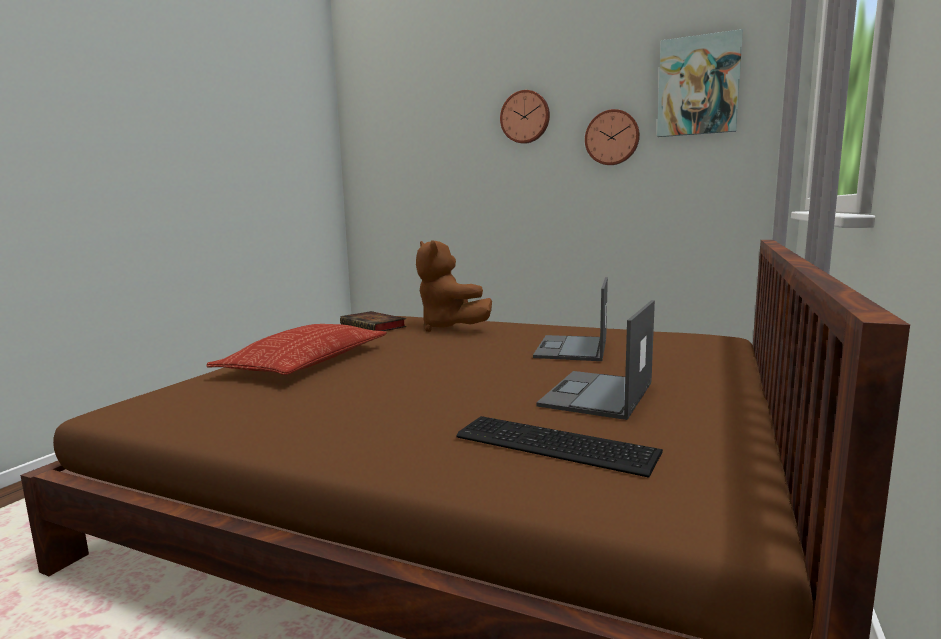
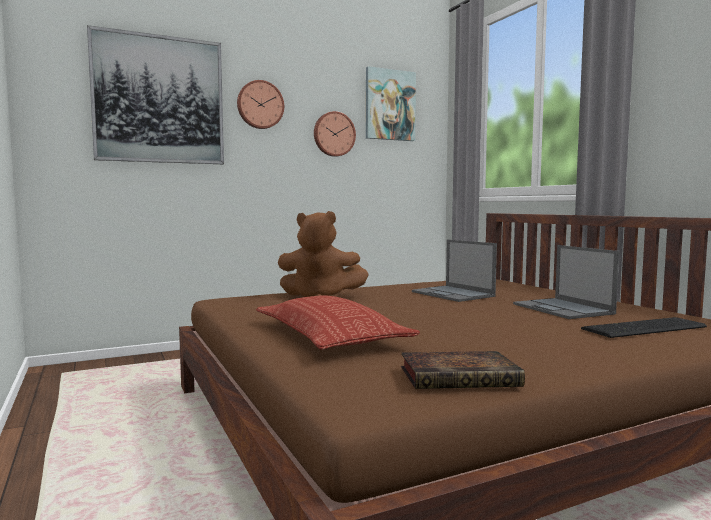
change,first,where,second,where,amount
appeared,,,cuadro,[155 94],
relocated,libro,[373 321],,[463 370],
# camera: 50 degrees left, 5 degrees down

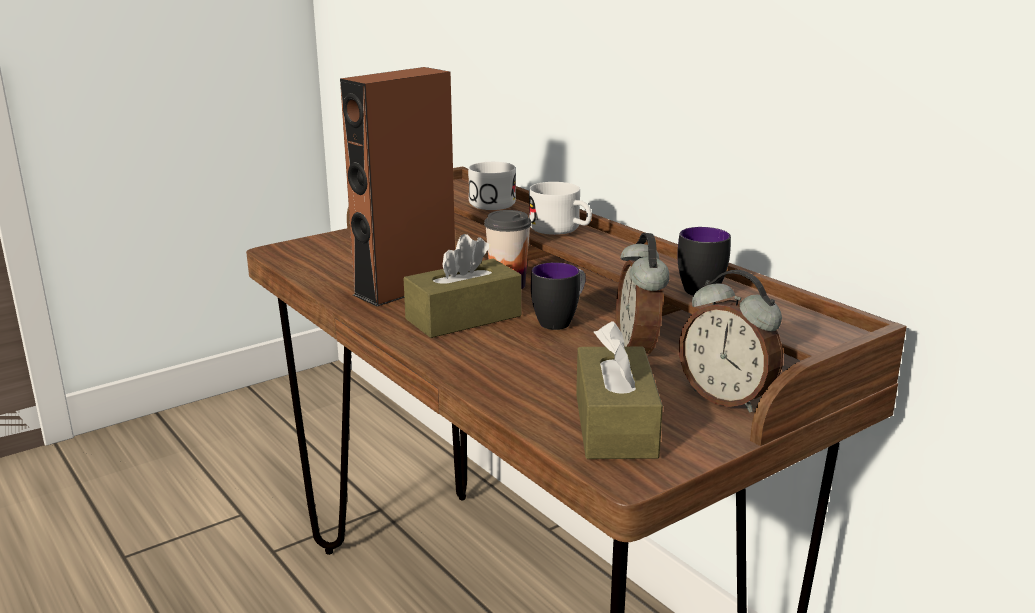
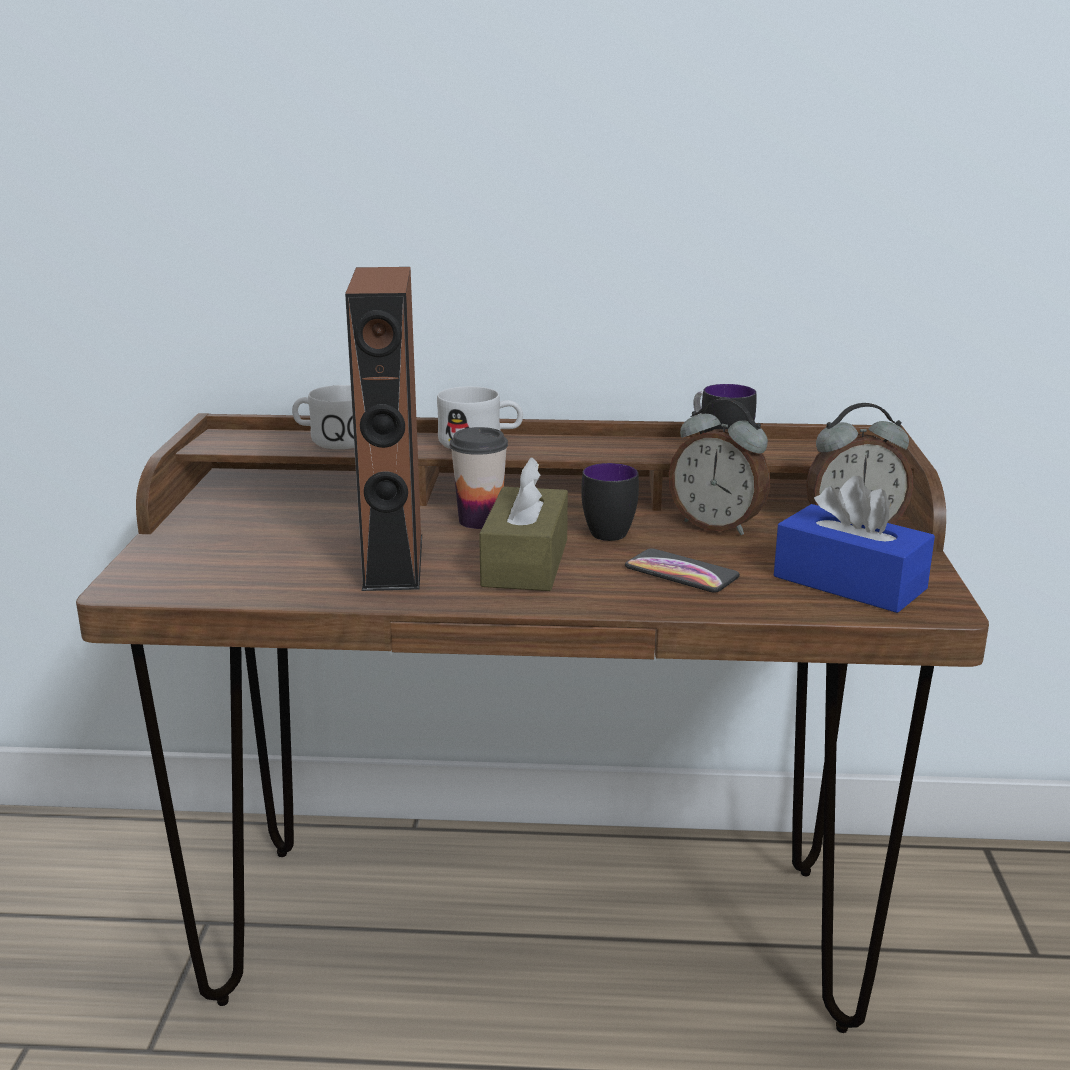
change,first,where,second,where,amount
appeared,,,móvil,[682 570],
colour,caja de pañuelos [marrón],[619 390],caja de pañuelos [azul],[854 544],
# camera: 50 degrees left, 0 degrees up

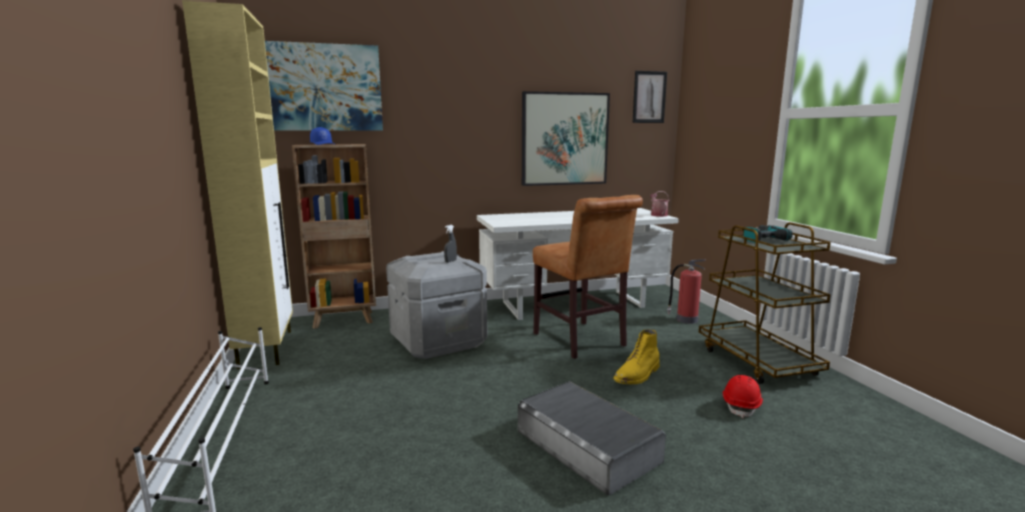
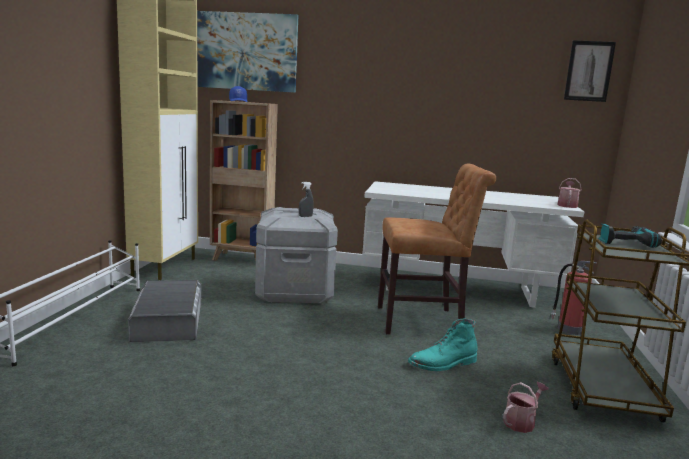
change,first,where,second,where,amount
relocated,caja de almacenaje [gris],[592 438],,[165 311],
spun,silla [marrón],[588 277],,[437 249],90 degrees counterclockwise
colour,bota [amarillo],[636 357],bota [turquesa],[442 345],
exchanged,casco [rojo],[743 396],regadera,[526 407],
missing,cuadro,[566 138],,,
# camera: 25 degrees right, 0 degrees up

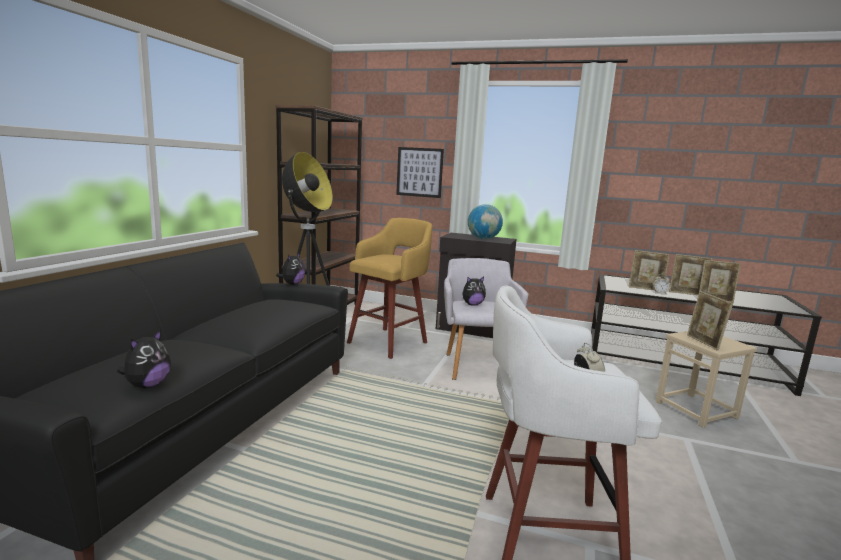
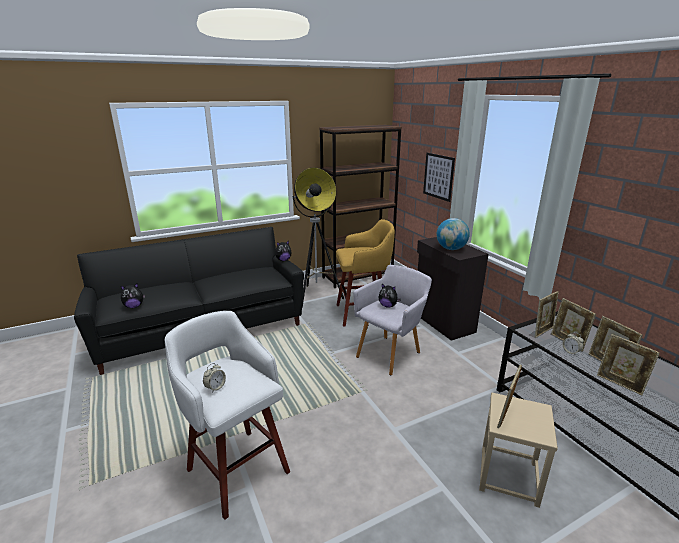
change,first,where,second,where,amount
appeared,,,portarretratos,[547 314],
# camera: 45 degrees right, 10 degrees up

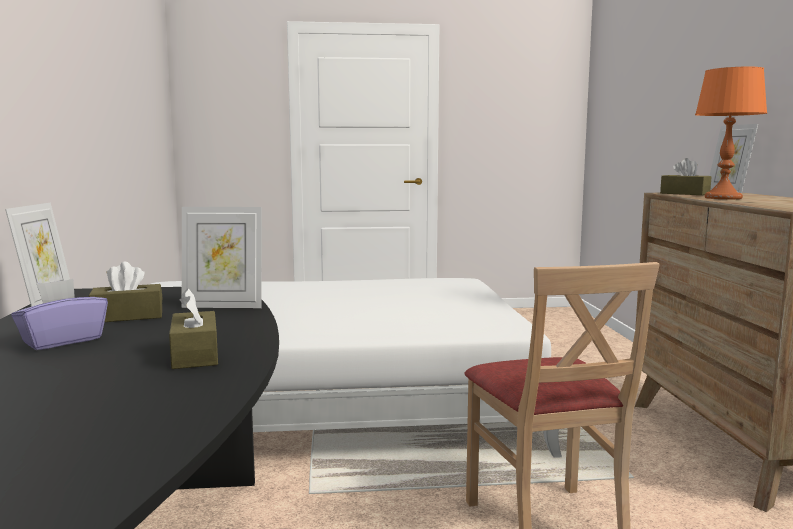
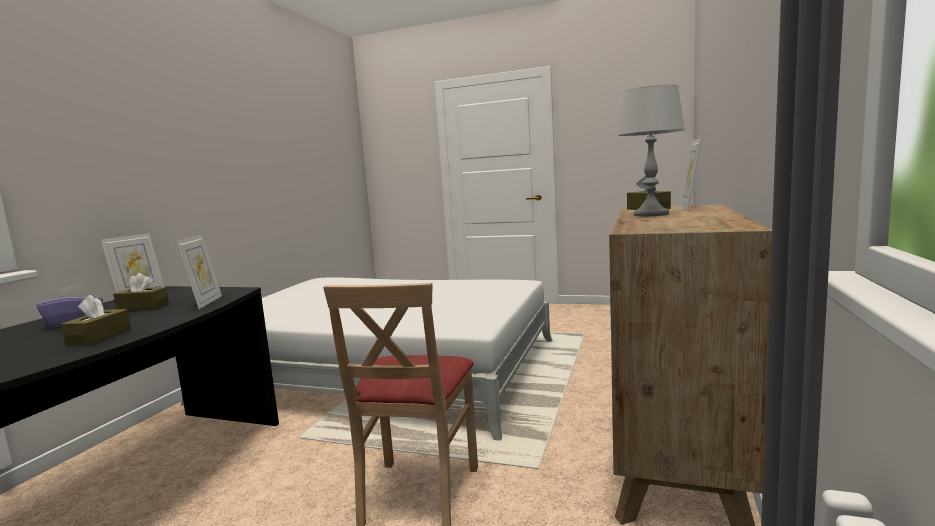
change,first,where,second,where,amount
spun,portarretratos,[222 257],,[198 271],120 degrees counterclockwise
colour,lámpara de mesa [naranja],[731 133],lámpara de mesa [gris],[651 150],
# camera: 25 degrees right, 0 degrees up

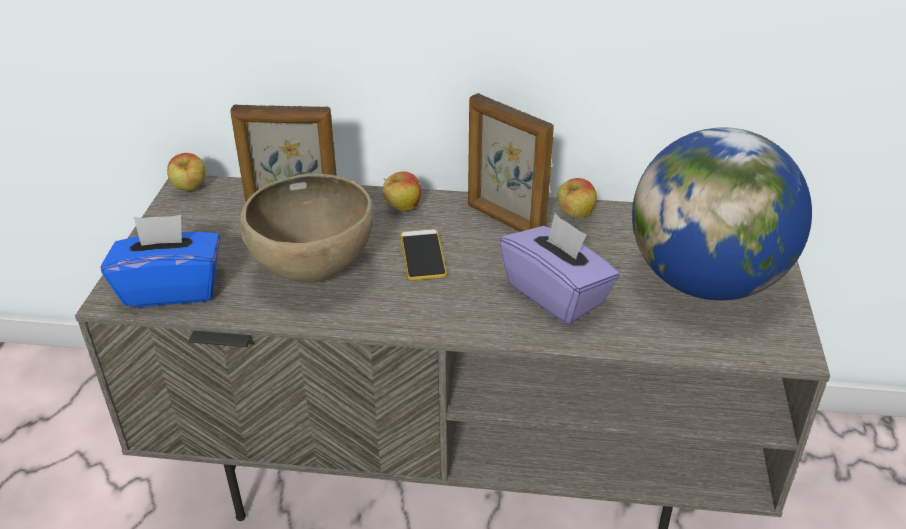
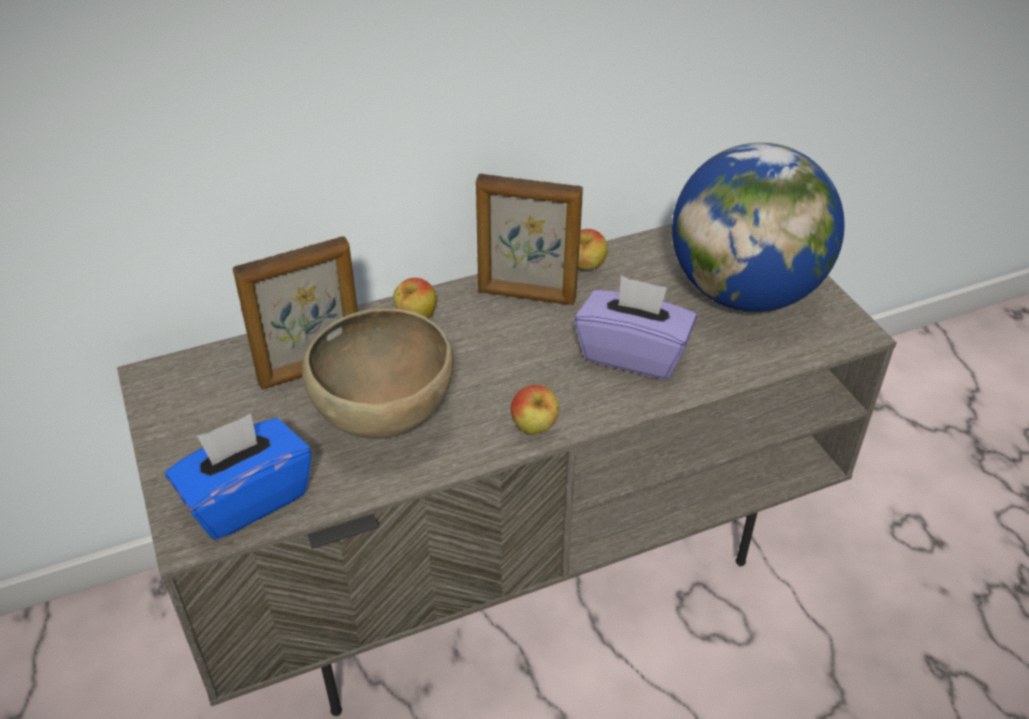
change,first,where,second,where,amount
relocated,manzana,[186 172],,[535 409],
missing,móvil,[423 254],,,
# camera: 30 degrees left, 5 degrees up

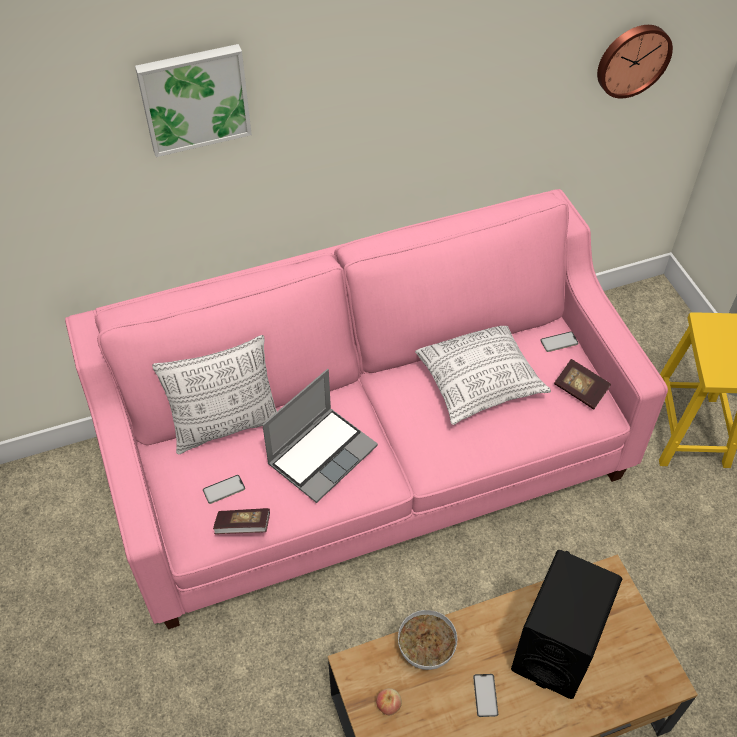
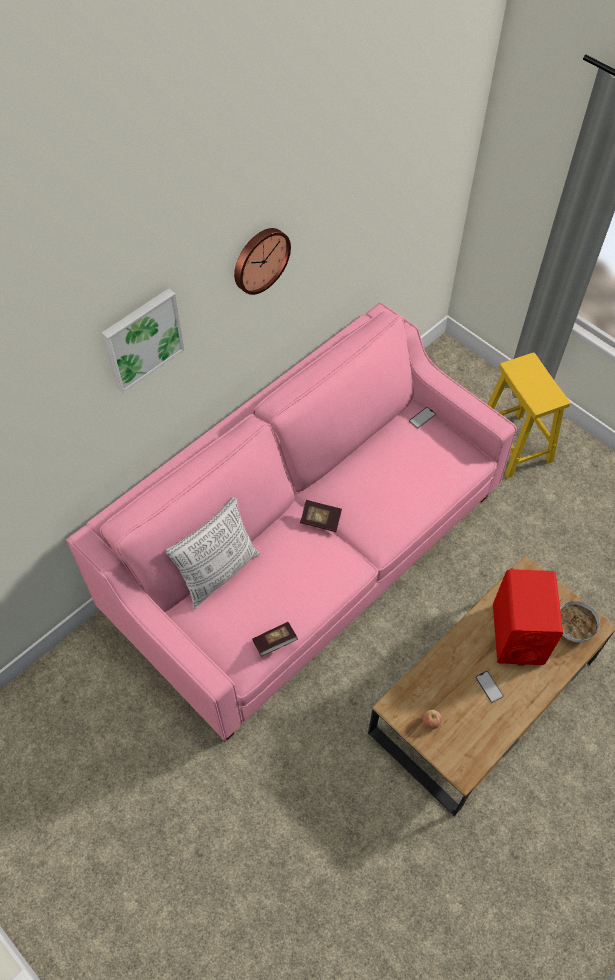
change,first,where,second,where,amount
relocated,reloj de pared,[635 62],,[262 261],
relocated,libro,[582 384],,[321 516],
colour,altavoz [negro],[566 624],altavoz [rojo],[528 617],
relocated,cuenco,[428 640],,[580 622],
missing,móvil,[224 489],,,
missing,portátil,[320 436],,,
missing,cojín,[483 375],,,
# camera: 25 degrees left, 5 degrees up

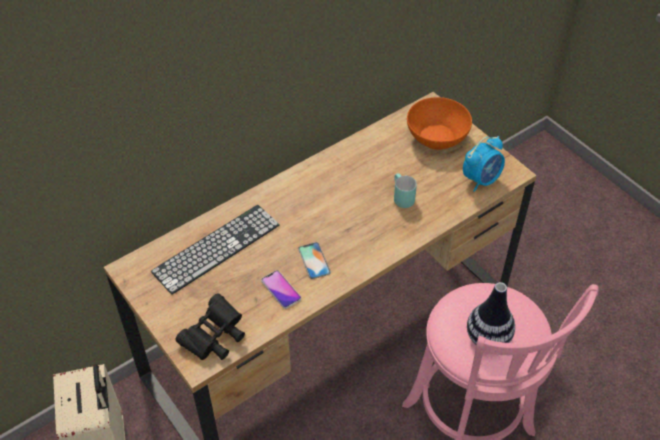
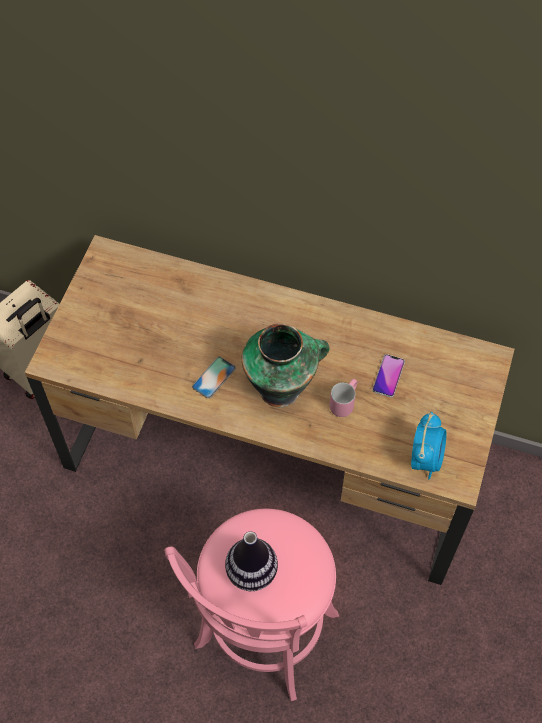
change,first,where,second,where,amount
appeared,,,florero,[285 365],
colour,taza grande [turquesa],[405 190],taza grande [rosa],[344 398],
relocated,móvil,[281 289],,[388 375],
spun,despertador,[484 164],,[428 445],90 degrees counterclockwise
missing,teclado,[215 250],,,
missing,prismáticos [negro],[210 326],,,
missing,cuenco [naranja],[439 123],,,
# camera: 55 degrees right, 10 degrees up

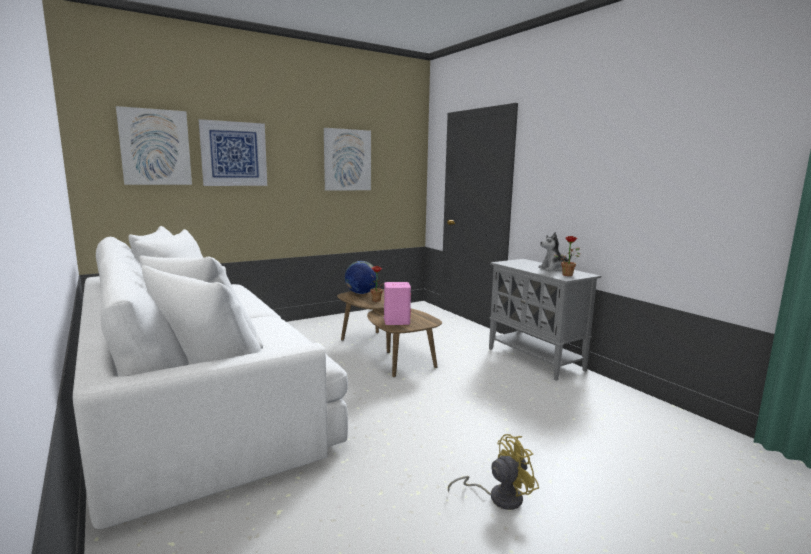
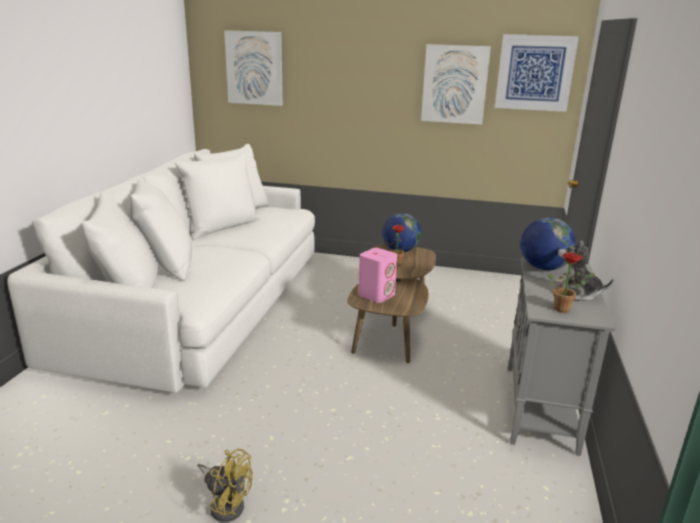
change,first,where,second,where,amount
relocated,cuadro,[233 152],,[537 73],
appeared,,,globo terráqueo,[548 244],
# camera: 45 degrees right, 10 degrees up

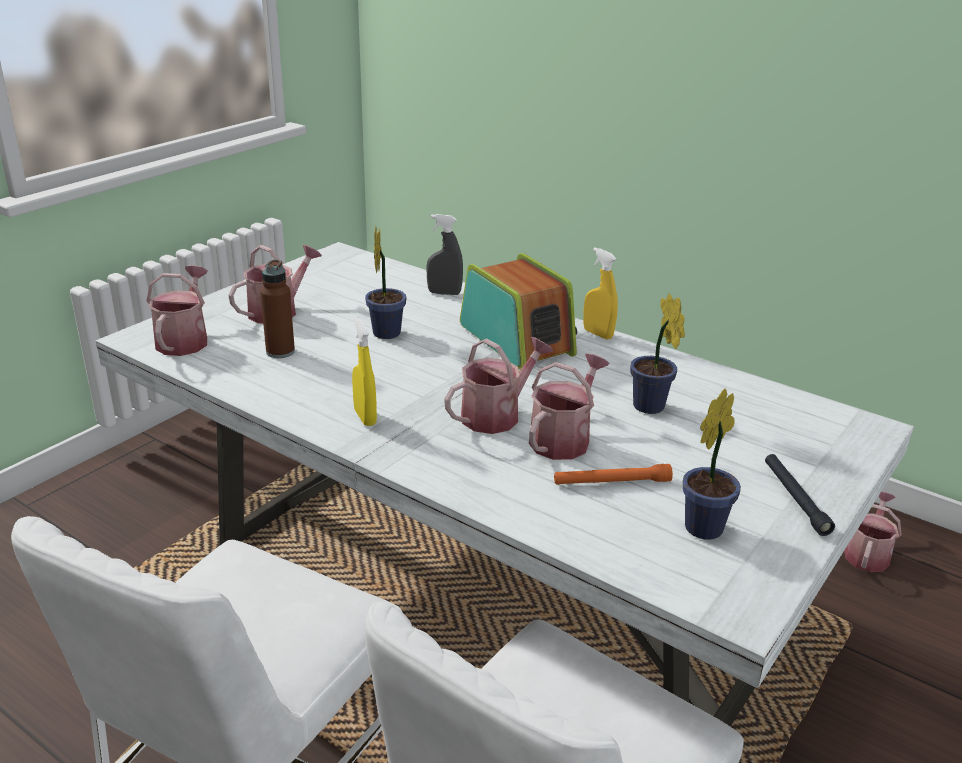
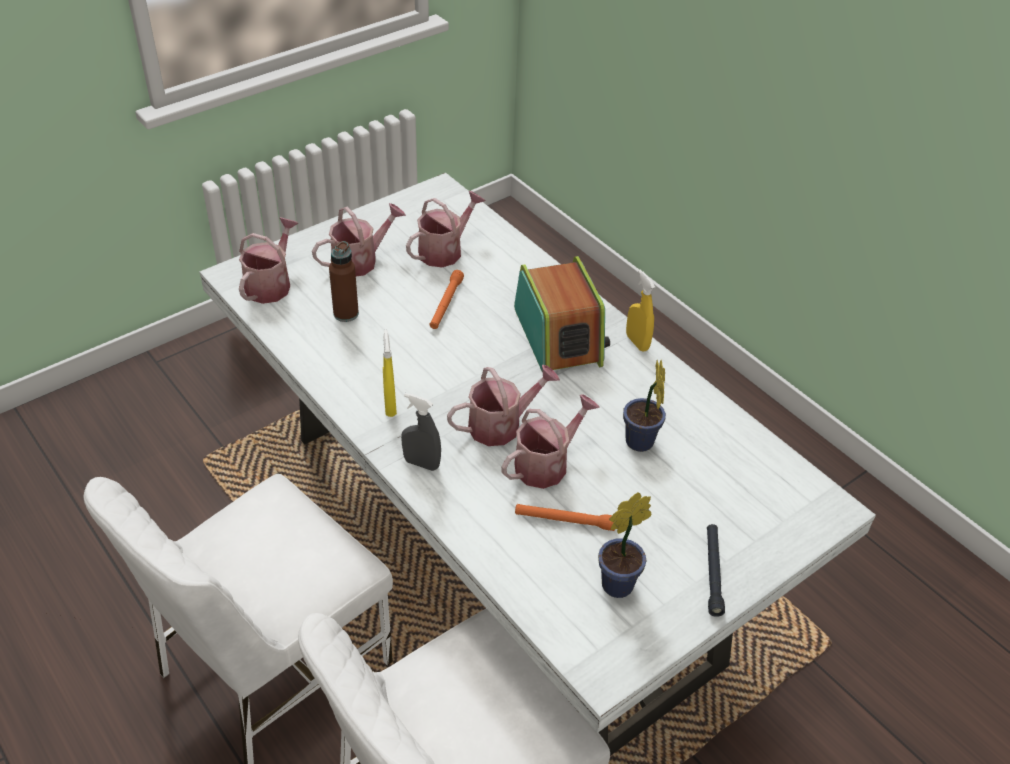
change,first,where,second,where,amount
relocated,pulverizador [gris],[444 254],,[421 432],
relocated,regadera,[873 531],,[446 229],
exchanged,planta en maceta,[386 282],linterna [naranja],[447 299],
# camera: 15 degrees right, 15 degrees up

